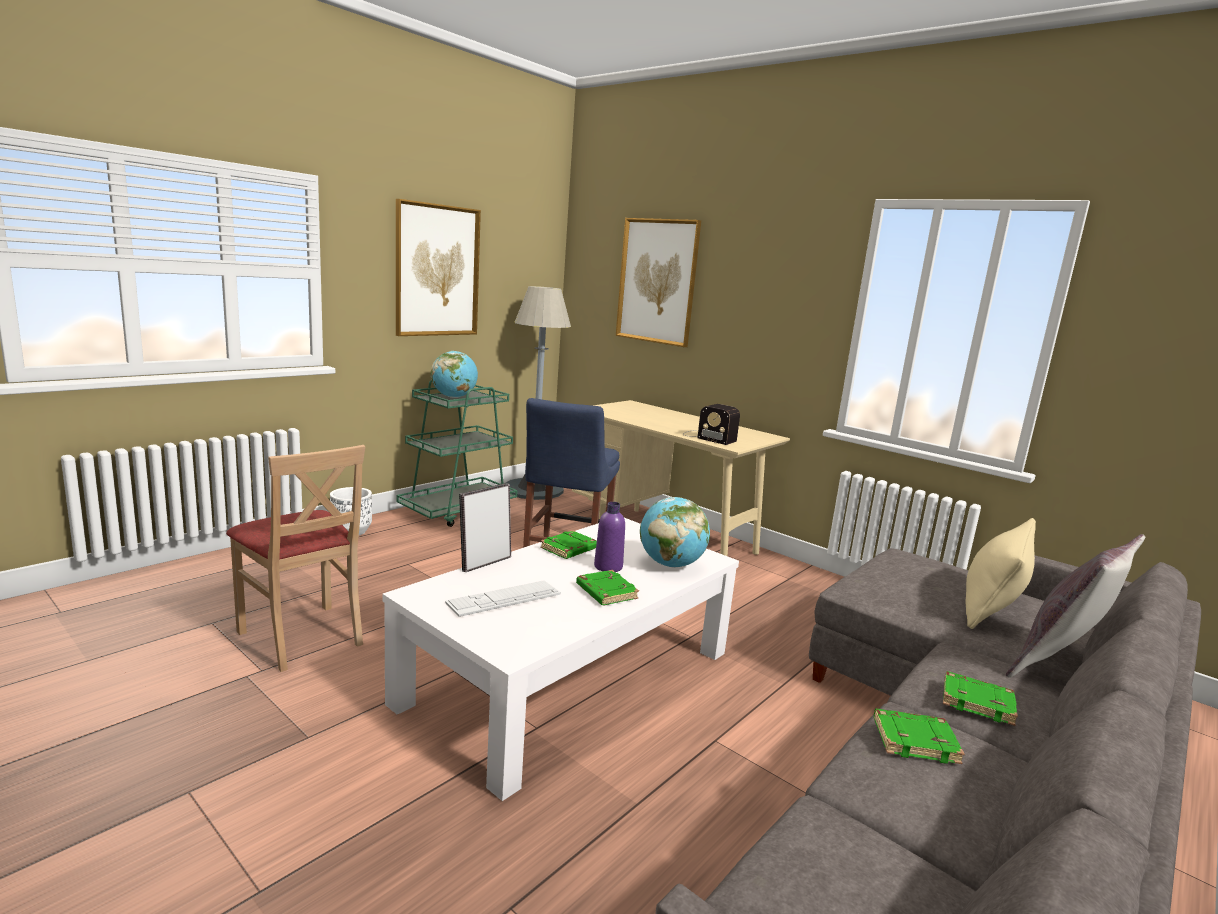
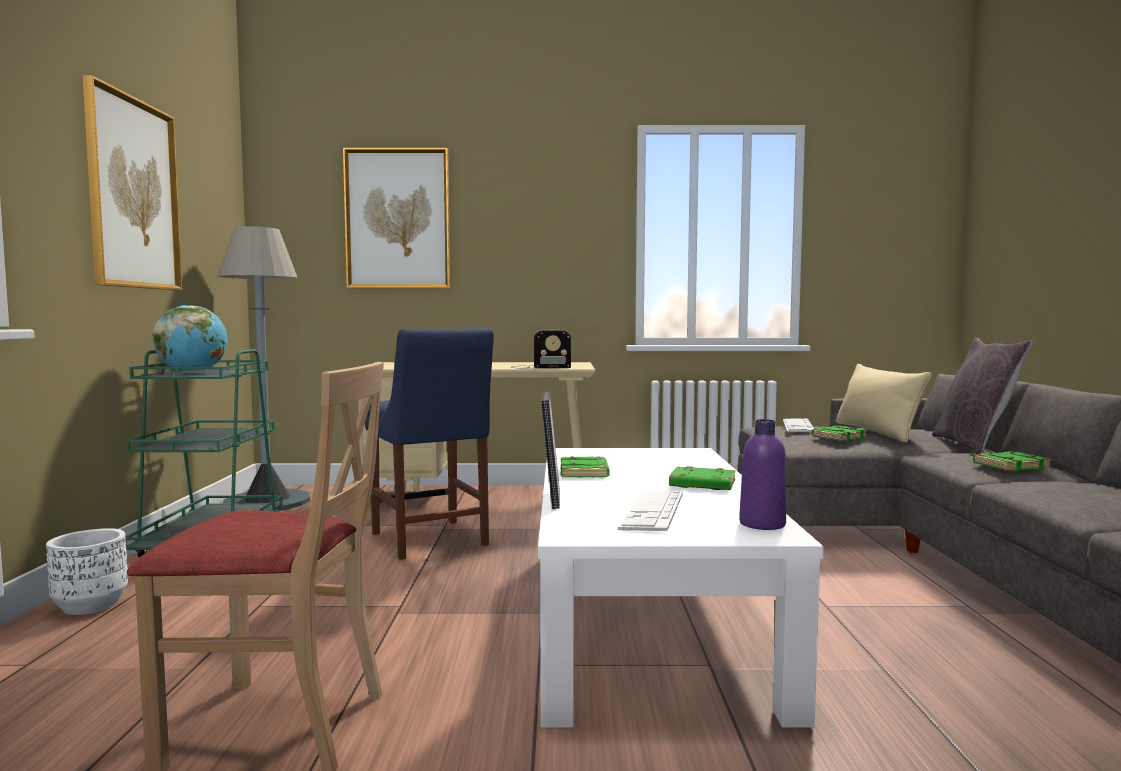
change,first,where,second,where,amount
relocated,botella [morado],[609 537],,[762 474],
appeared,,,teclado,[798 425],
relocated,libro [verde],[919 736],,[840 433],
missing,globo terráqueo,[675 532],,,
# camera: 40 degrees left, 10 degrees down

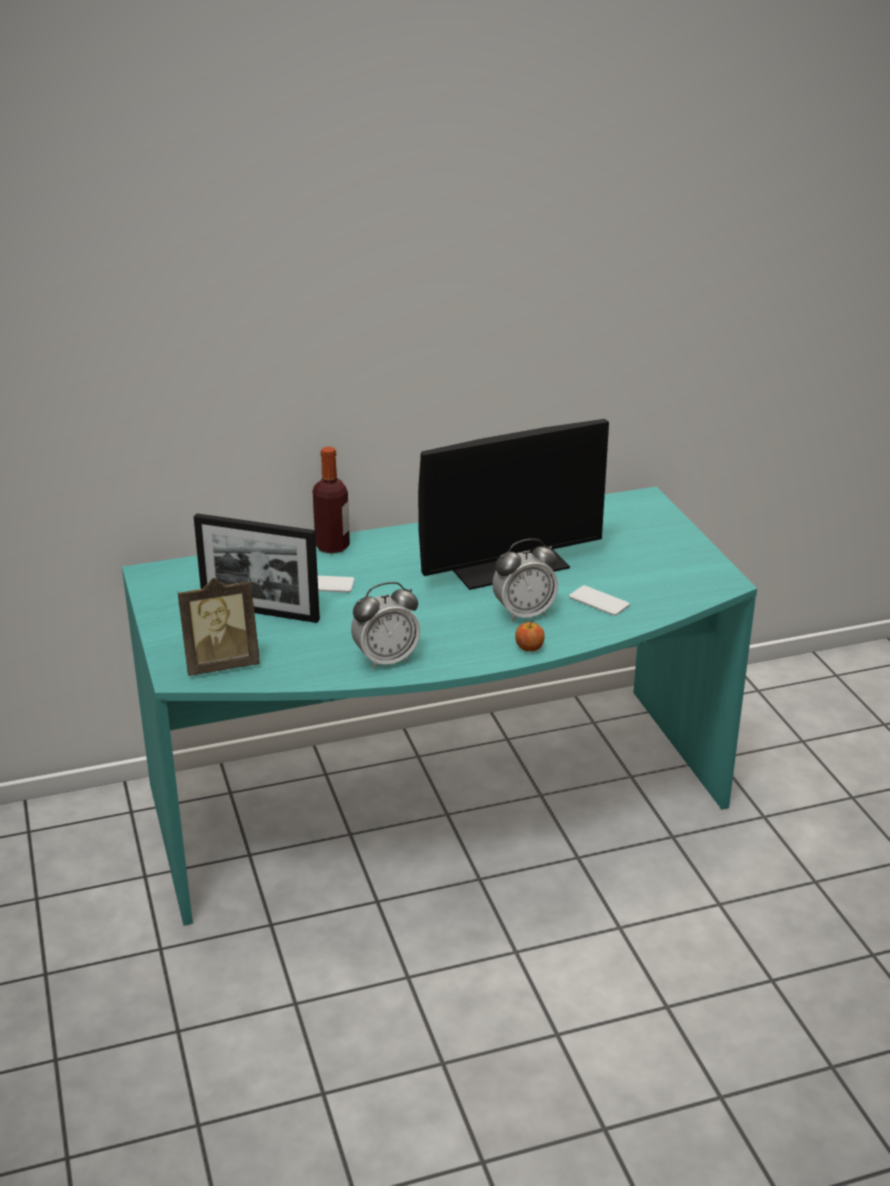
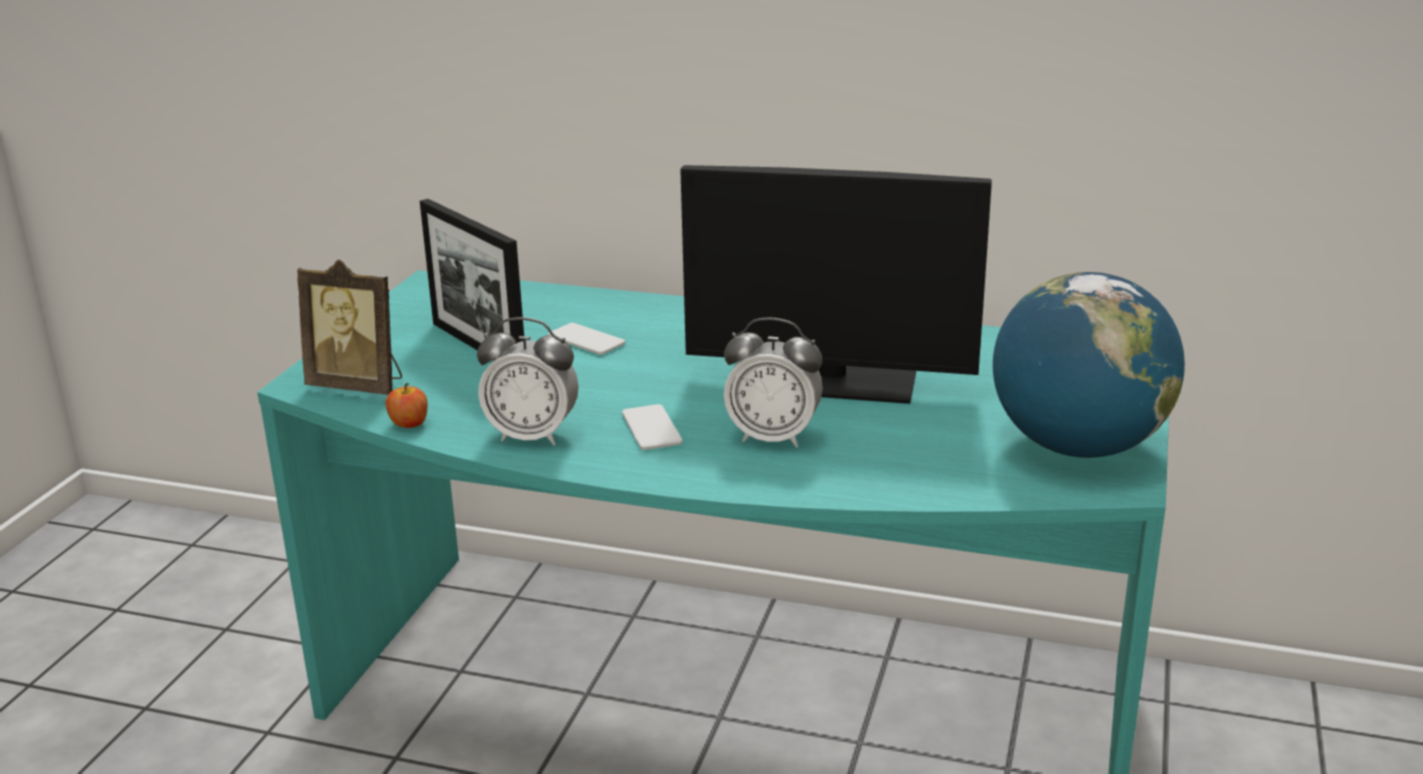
change,first,where,second,where,amount
relocated,manzana,[530 635],,[406 405],
relocated,móvil,[599 601],,[652 427],
appeared,,,globo terráqueo,[1089 365],
missing,botella,[331 500],,,
# camera: 35 degrees right, 5 degrees down

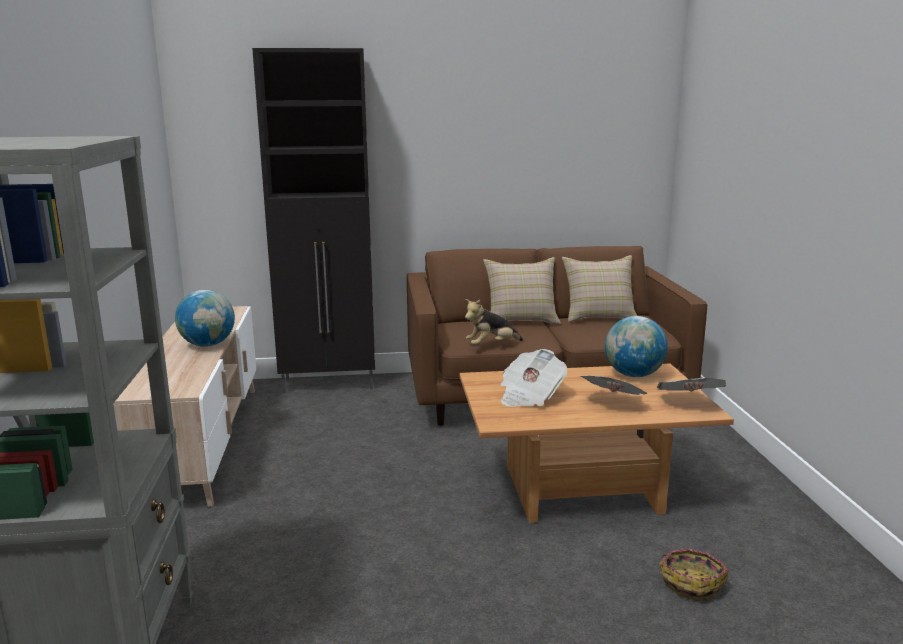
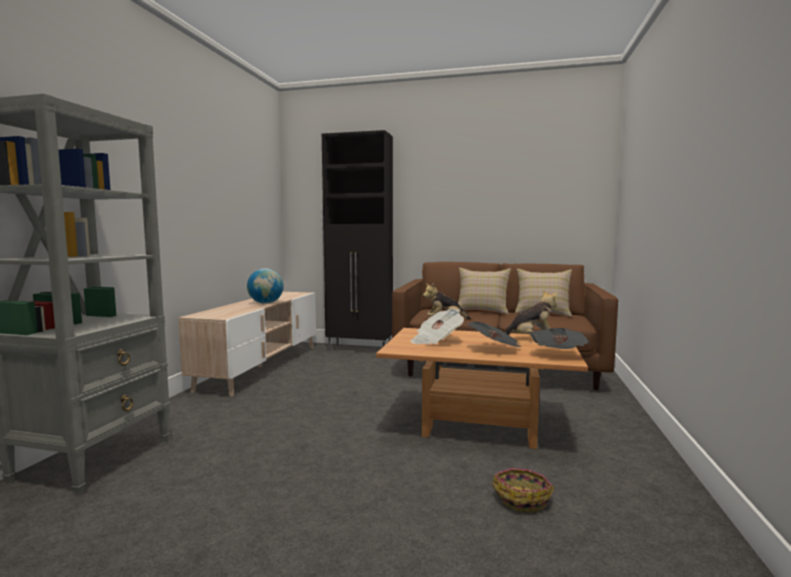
change,first,where,second,where,amount
exchanged,globo terráqueo,[636 346],peluche,[530 312],
# camera: 20 degrees right, 10 degrees down

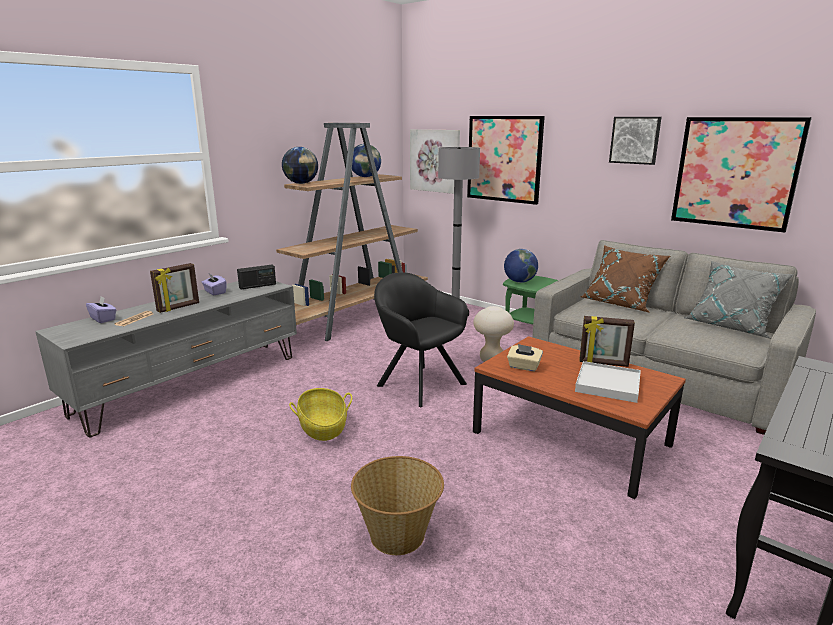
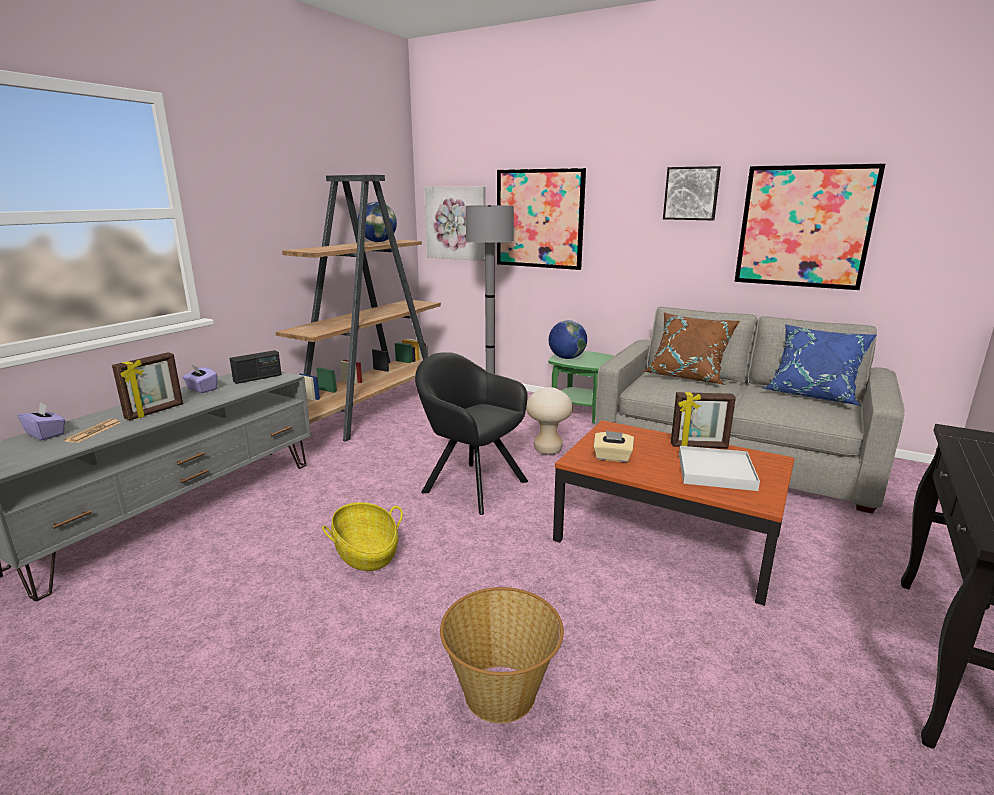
change,first,where,second,where,amount
colour,cojín [gris],[738 300],cojín [azul],[820 365],
missing,globo terráqueo,[300 165],,,
# camera: 10 degrees left, 0 degrees up

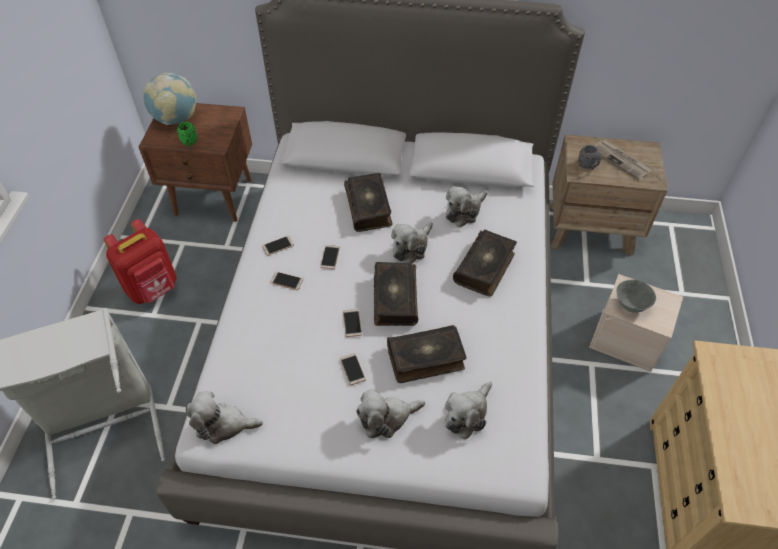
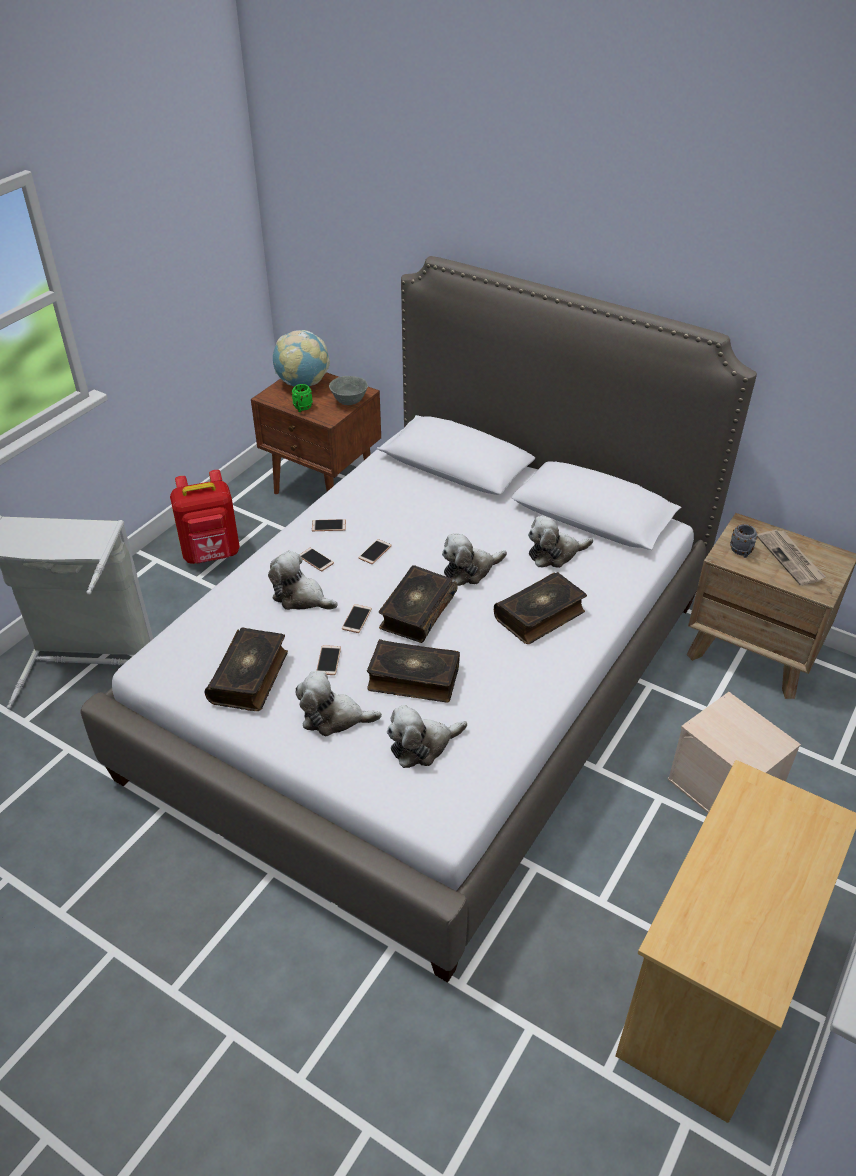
change,first,where,second,where,amount
relocated,libro,[368 202],,[246 669],
relocated,peluche,[224 418],,[303 580],
relocated,cuenco [gris],[636 296],,[348 390],
# camera: 25 degrees right, 10 degrees down

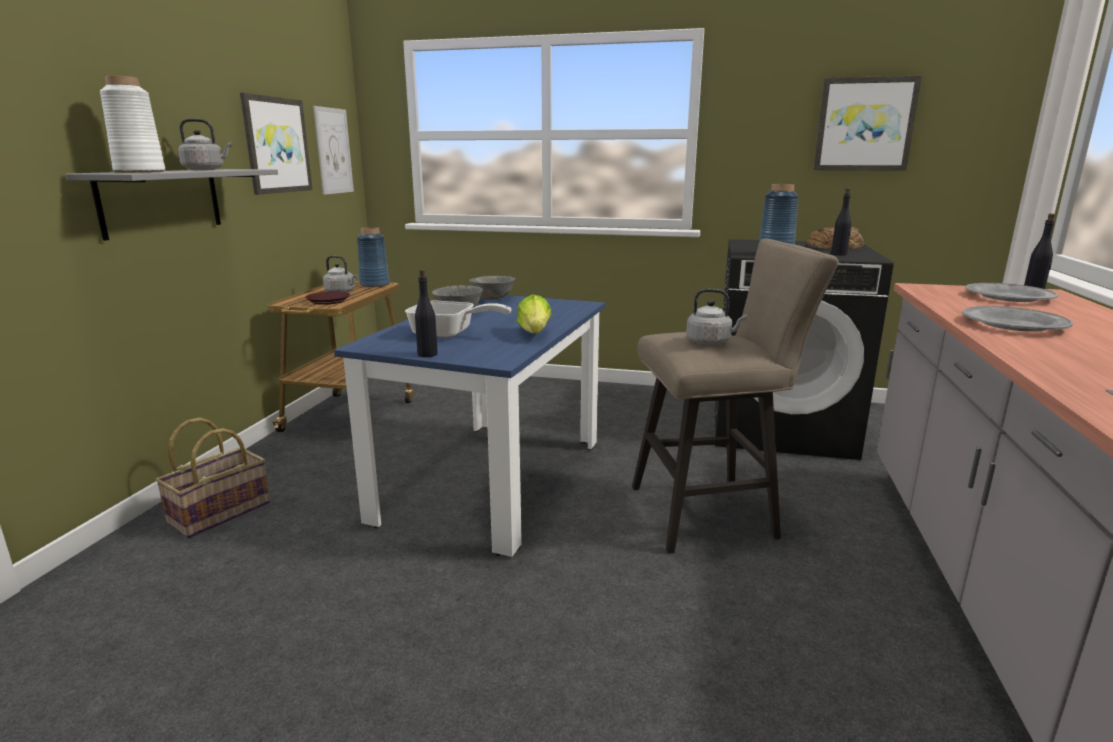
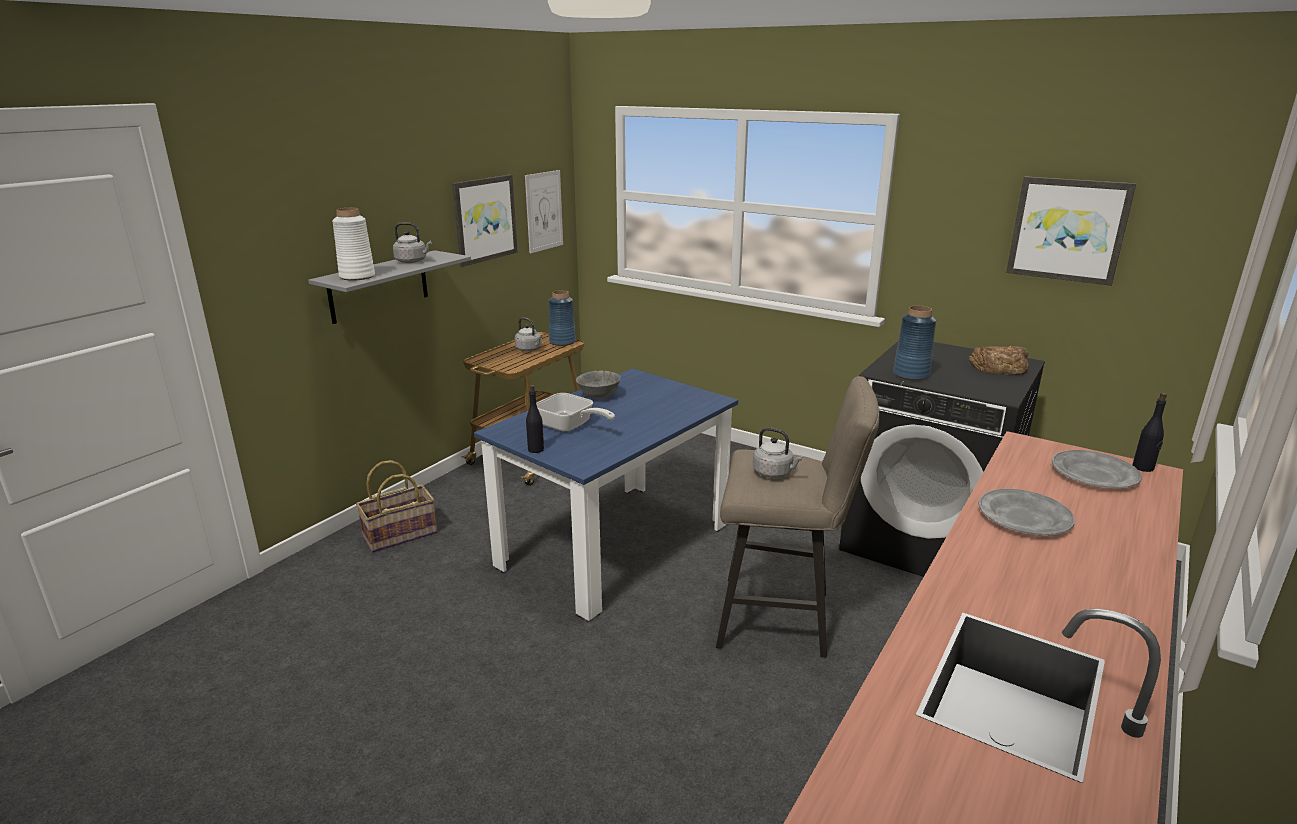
change,first,where,second,where,amount
missing,plato [marrón],[327 298],,,
missing,cuenco [gris],[492 288],,,
missing,lechuga,[534 313],,,
missing,botella [negro],[841 222],,,
# camera: 20 degrees right, 5 degrees up

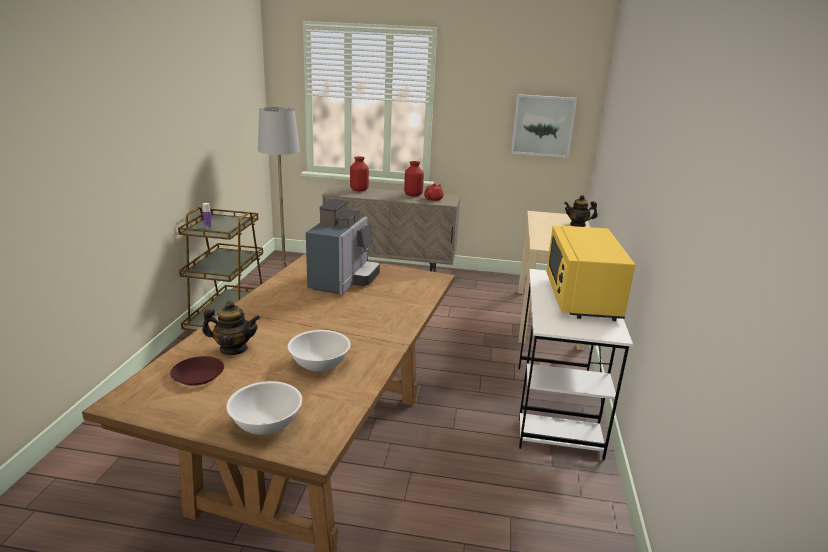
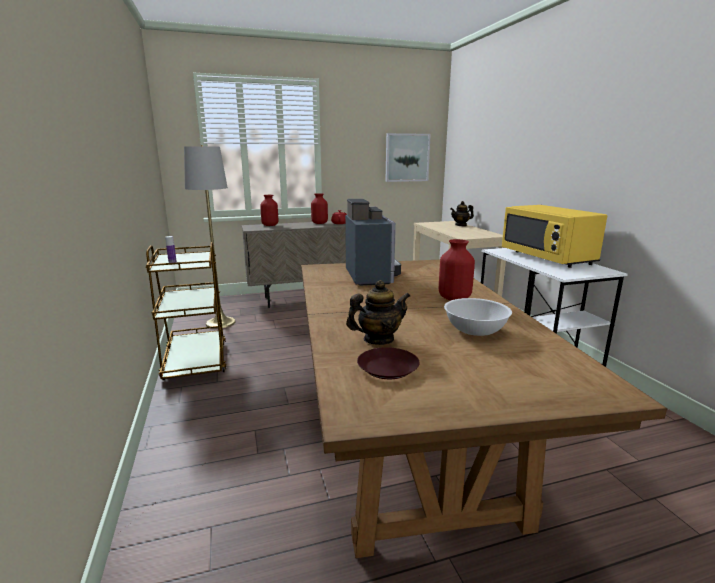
change,first,where,second,where,amount
appeared,,,florero [rojo],[457 269],
missing,cuenco [blanco],[264 408],,,
# camera: 25 degrees left, 5 degrees down

